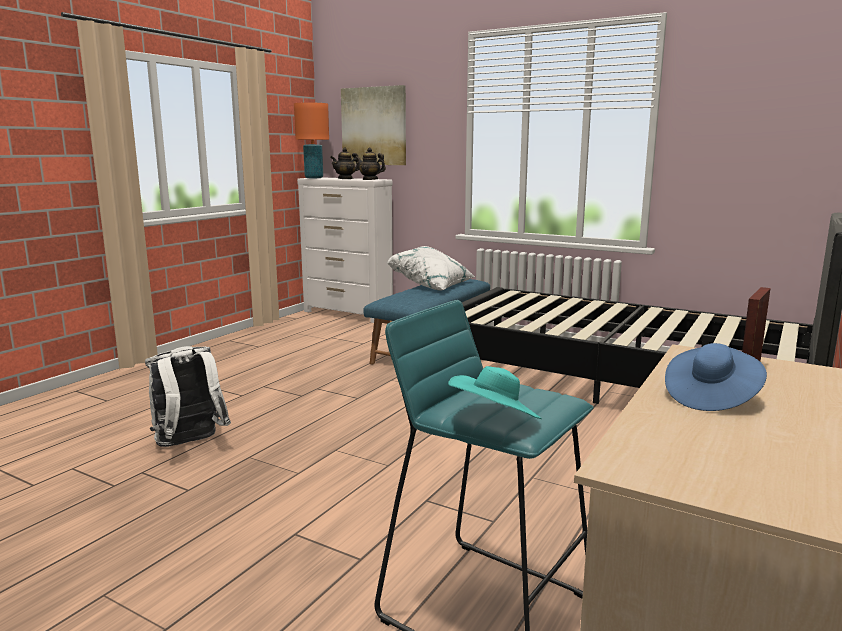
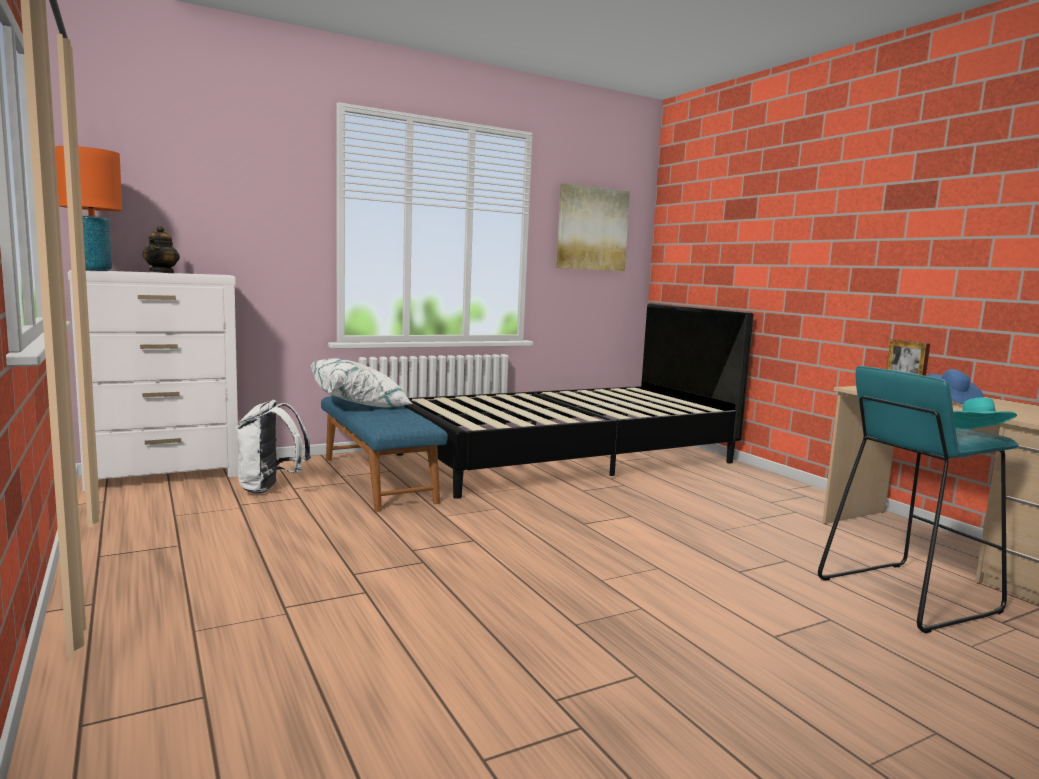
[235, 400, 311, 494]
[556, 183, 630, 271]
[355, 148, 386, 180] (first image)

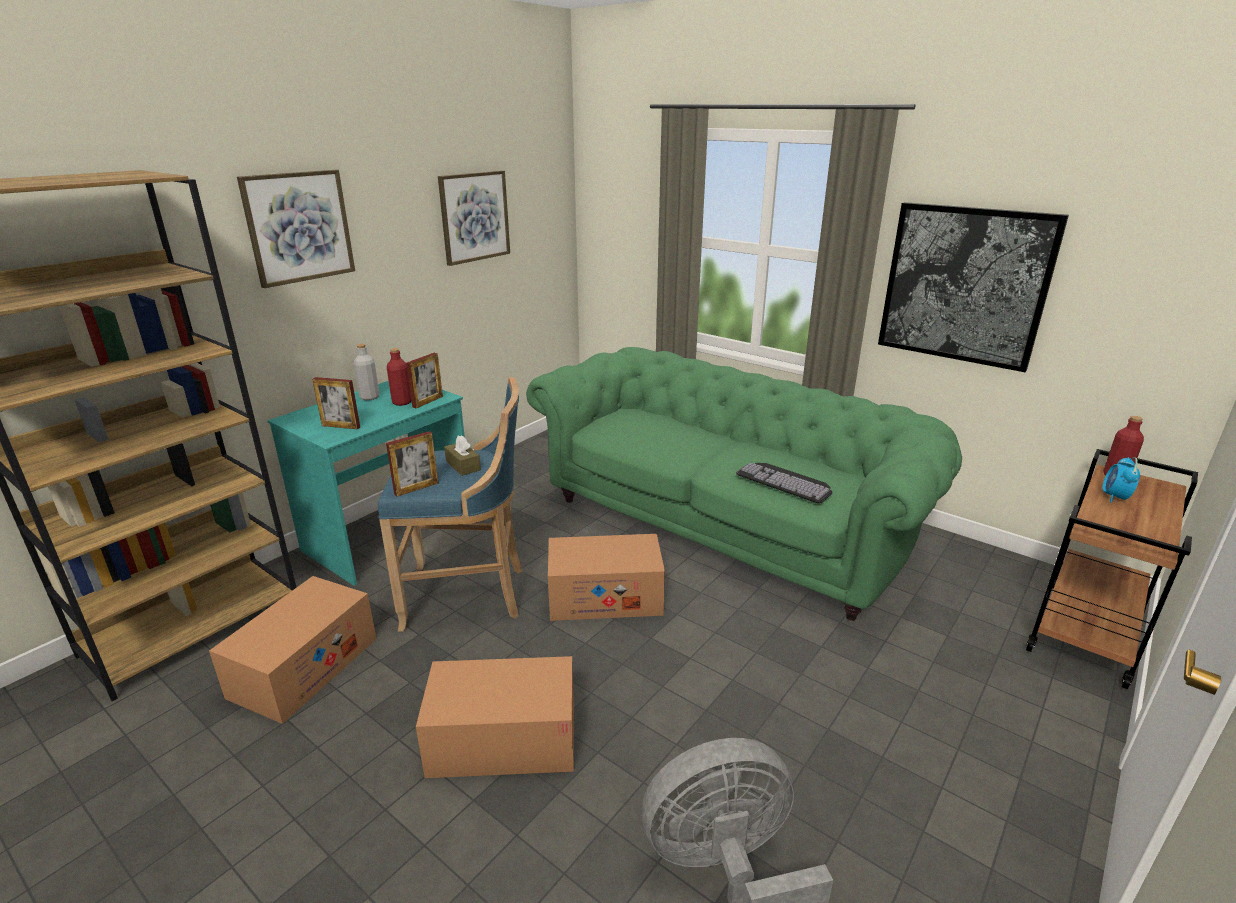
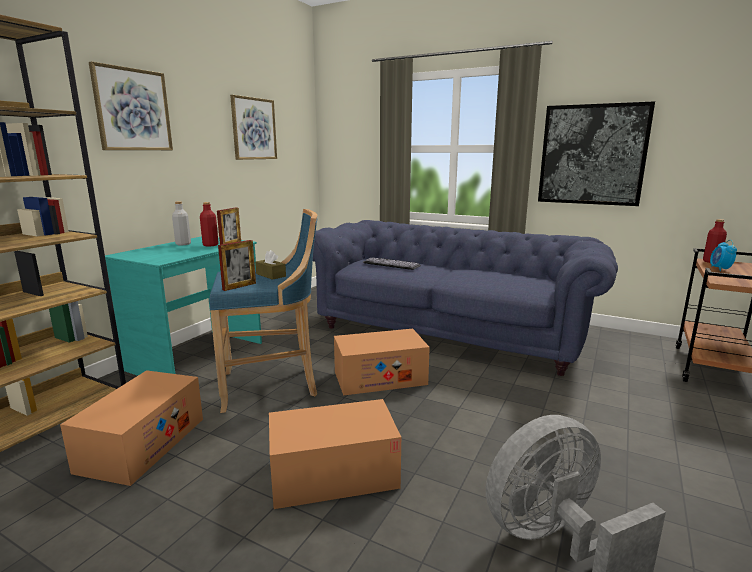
[312, 377, 360, 429] (first image)
[313, 220, 618, 376]
[363, 257, 421, 270]

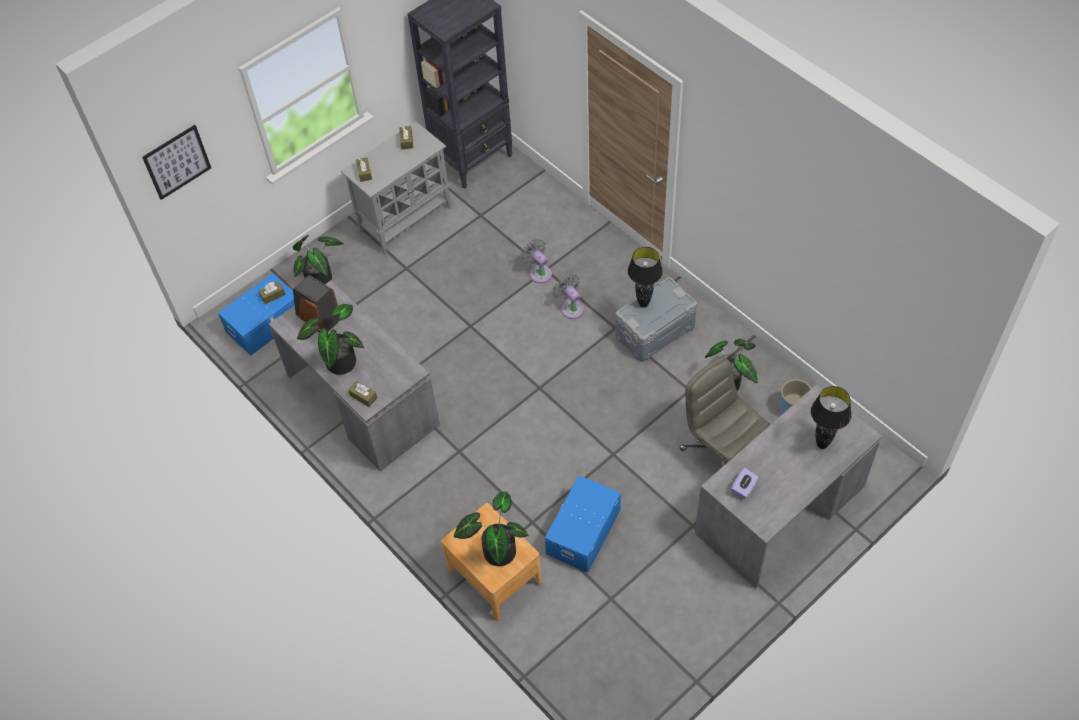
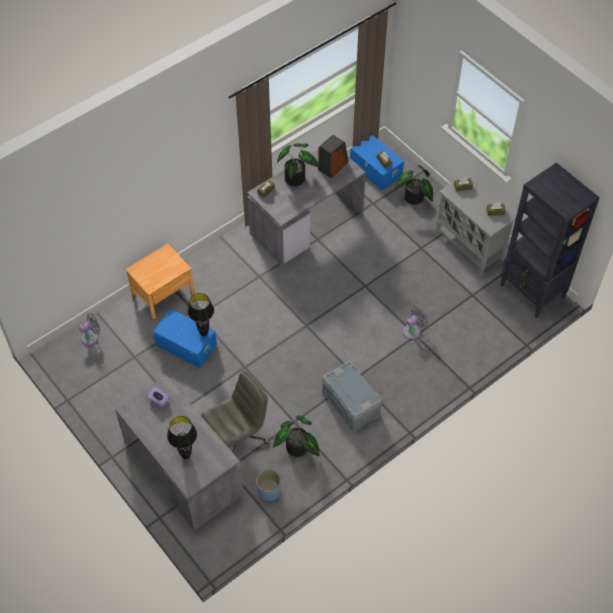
[142, 125, 211, 200] (first image)
[454, 492, 529, 566] (first image)
[79, 313, 101, 346]
[188, 293, 214, 336]

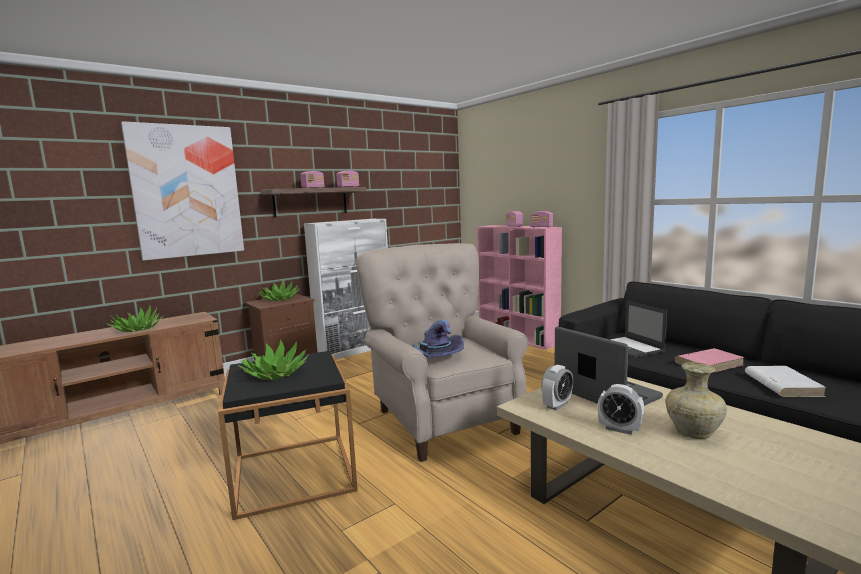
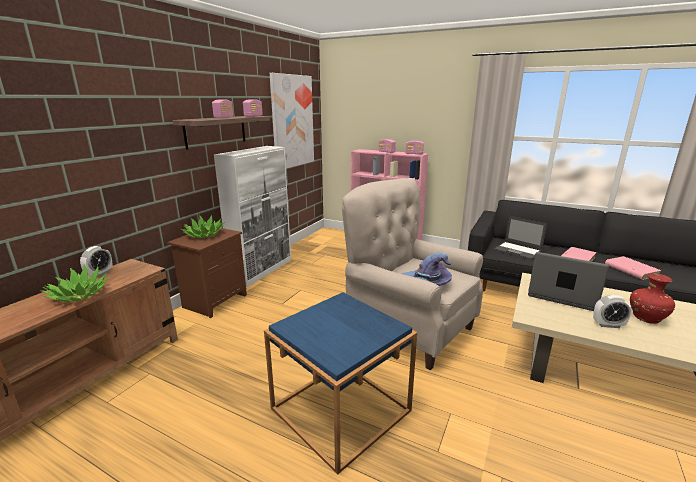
[270, 73, 314, 169]
[264, 292, 417, 475]
[238, 339, 309, 380] (first image)
[80, 246, 113, 277]
[630, 273, 675, 324]
[605, 256, 662, 280]

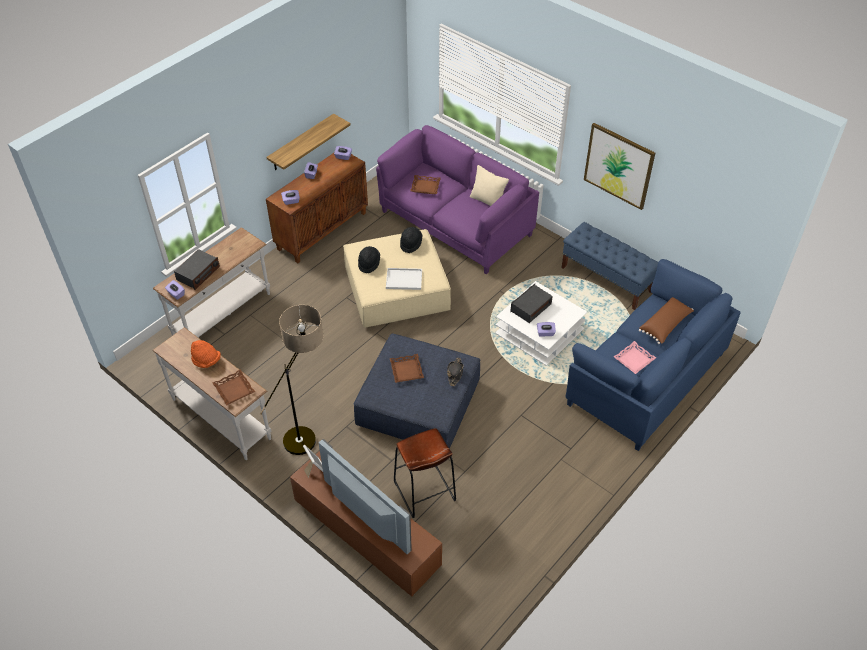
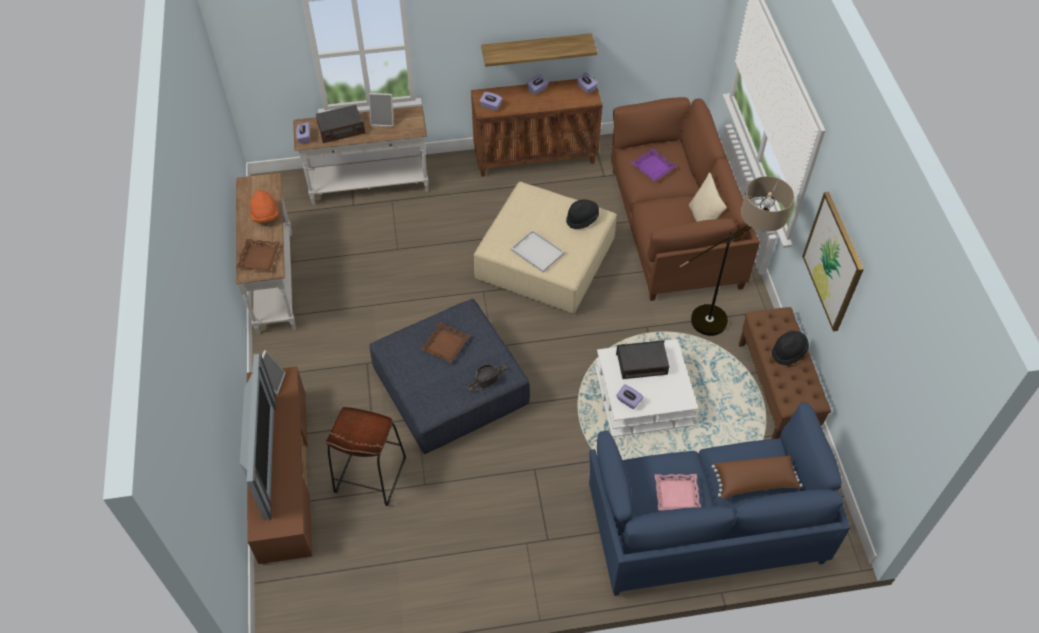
[680, 176, 795, 336]
[772, 331, 809, 365]
[611, 97, 760, 301]
[631, 148, 677, 181]
[739, 307, 831, 439]
[369, 93, 394, 127]

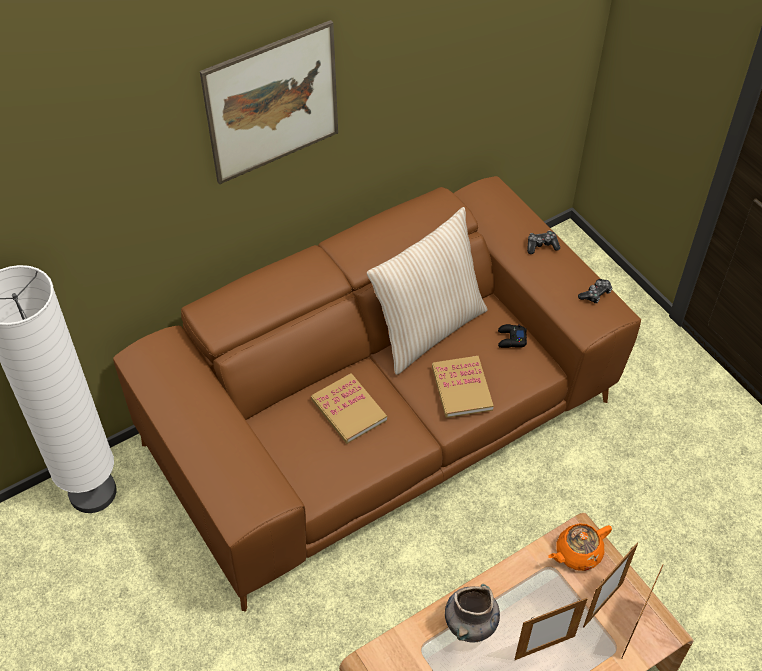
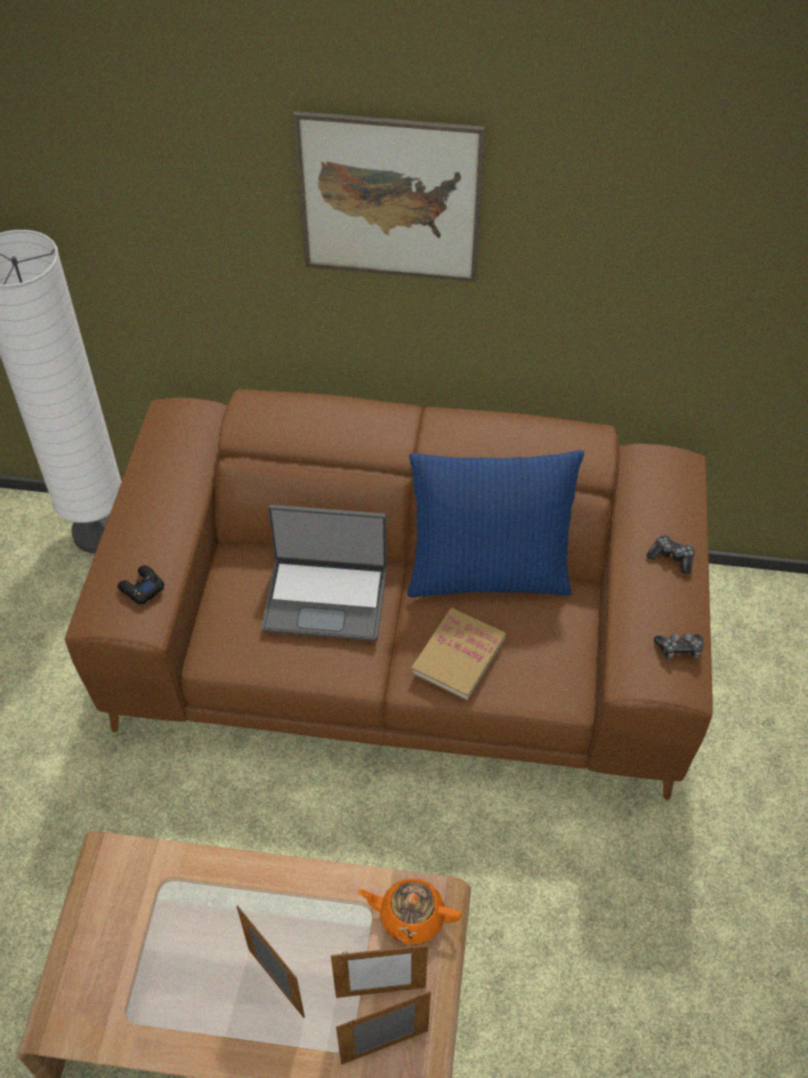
[261, 505, 387, 641]
[407, 450, 584, 597]
[445, 584, 500, 642] (first image)
[117, 565, 164, 604]
[237, 905, 305, 1018]

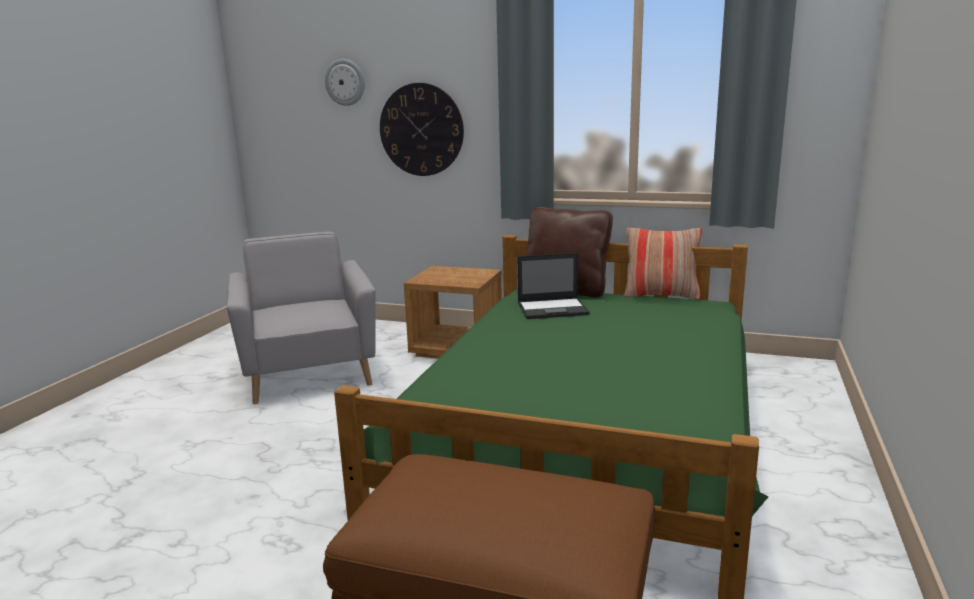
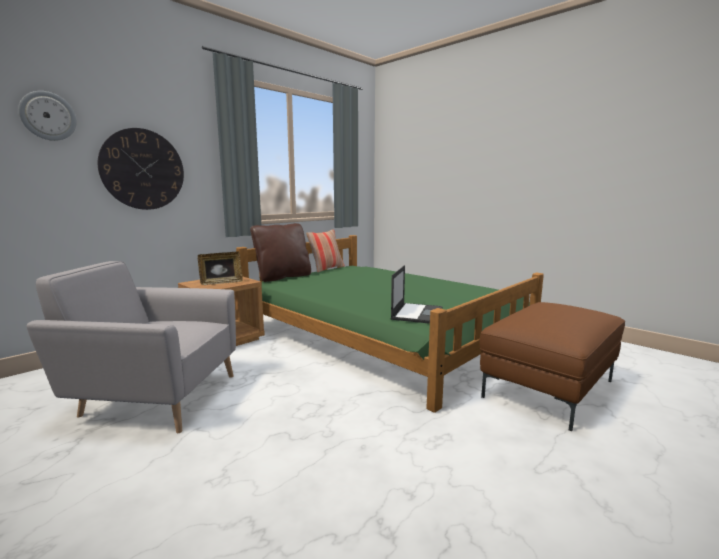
[390, 265, 442, 324]
[198, 252, 243, 285]

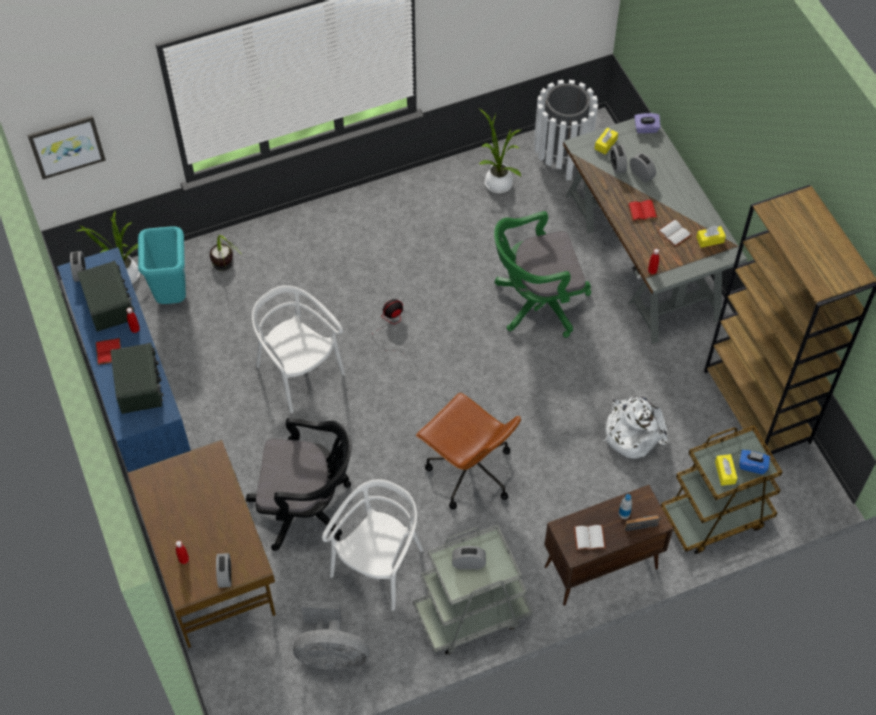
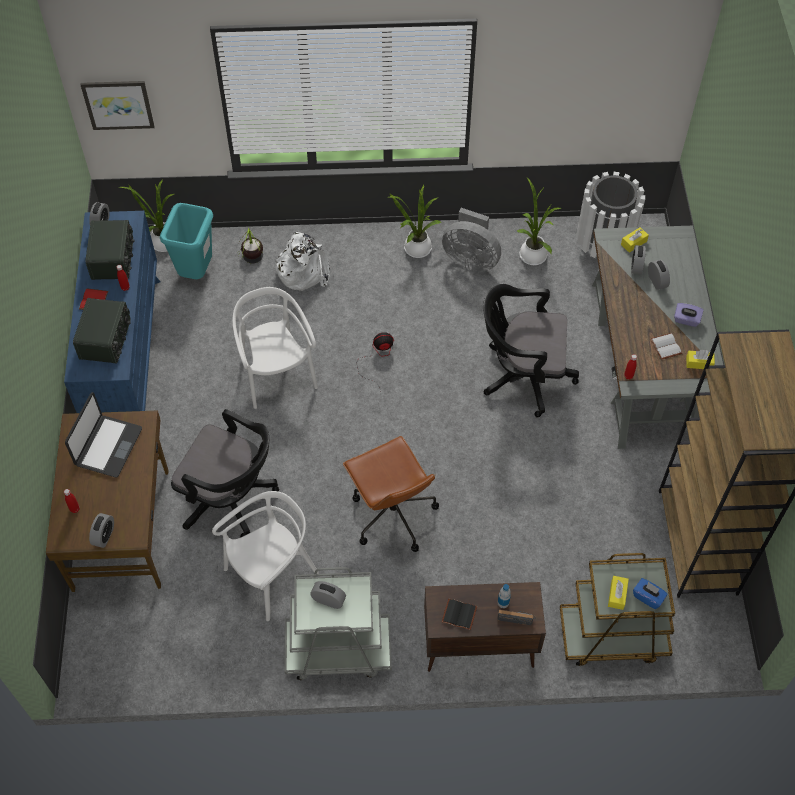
[442, 208, 501, 271]
[483, 284, 579, 417]
[442, 599, 477, 630]
[272, 232, 330, 291]
[628, 200, 658, 221] (first image)
[674, 303, 703, 327]
[65, 392, 142, 477]
[389, 185, 441, 258]

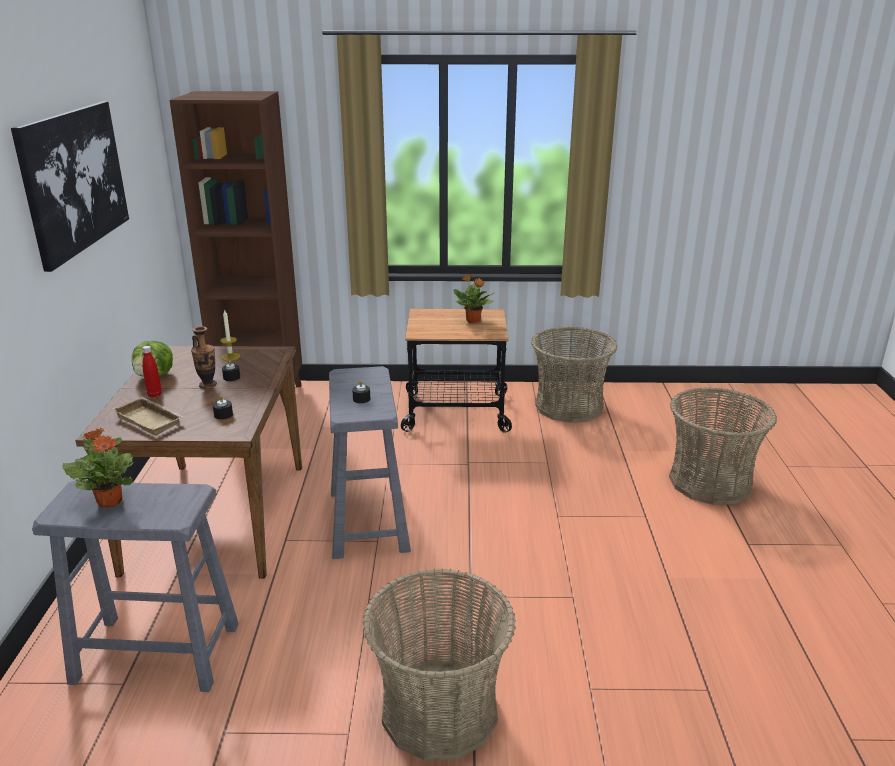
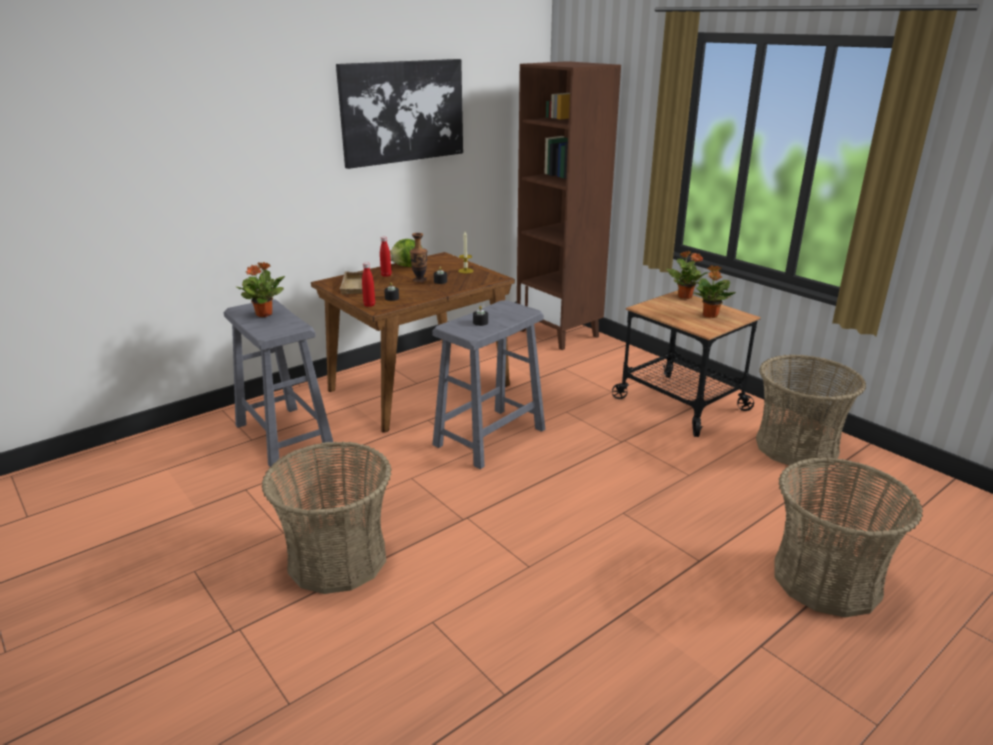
[362, 262, 375, 307]
[667, 251, 709, 299]

